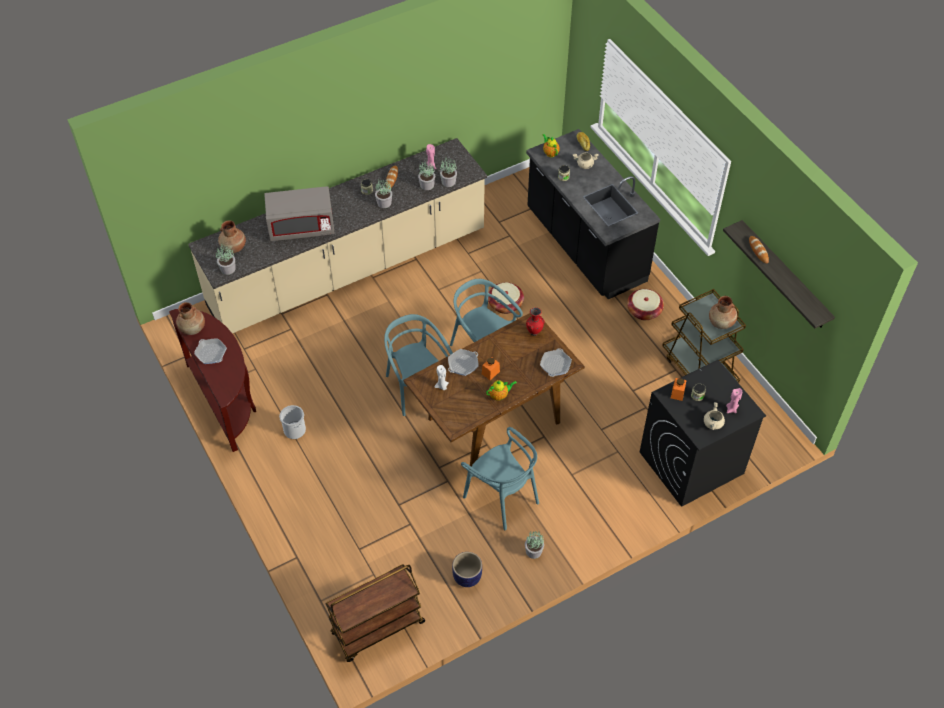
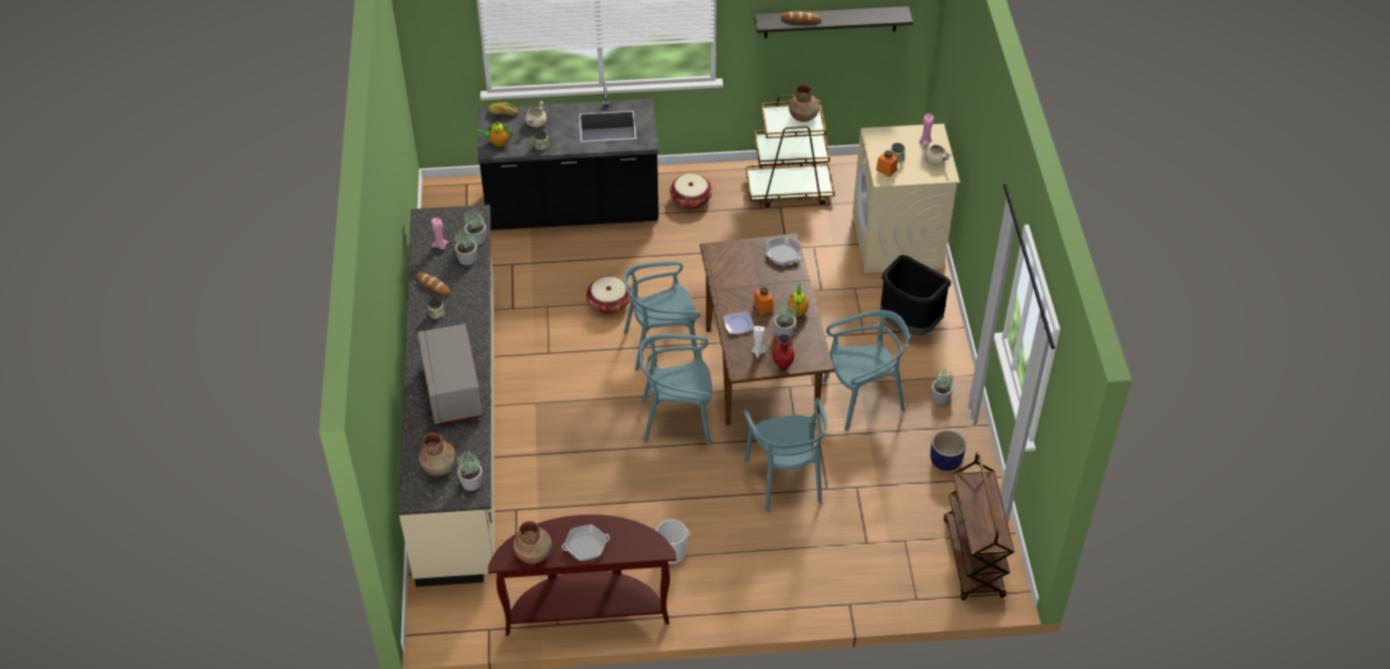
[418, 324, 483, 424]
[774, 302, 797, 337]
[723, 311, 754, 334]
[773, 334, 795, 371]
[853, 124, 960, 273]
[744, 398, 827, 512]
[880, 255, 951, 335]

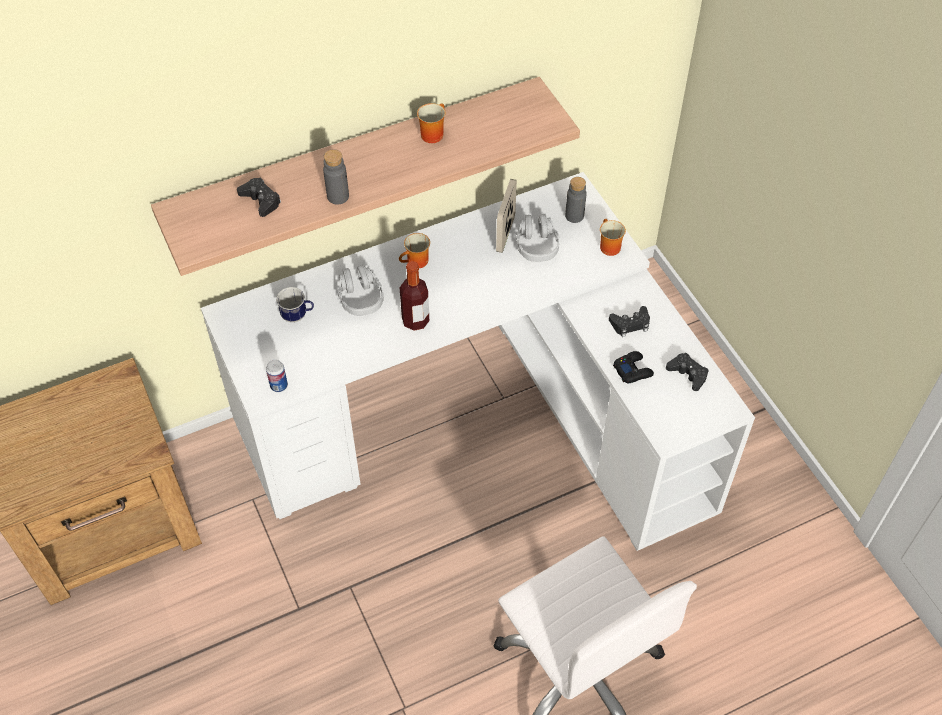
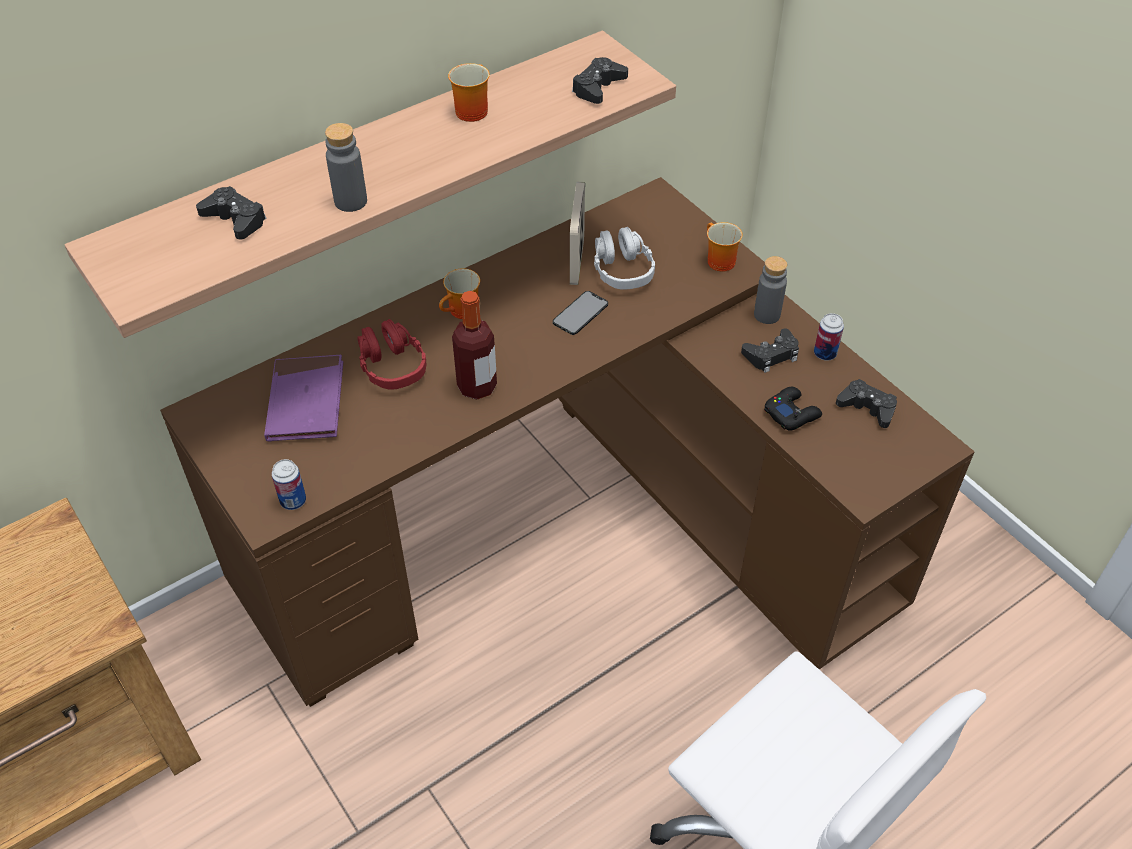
[160, 177, 974, 707]
[264, 355, 343, 442]
[357, 319, 426, 390]
[754, 256, 787, 324]
[553, 291, 608, 335]
[572, 57, 628, 104]
[814, 313, 844, 361]

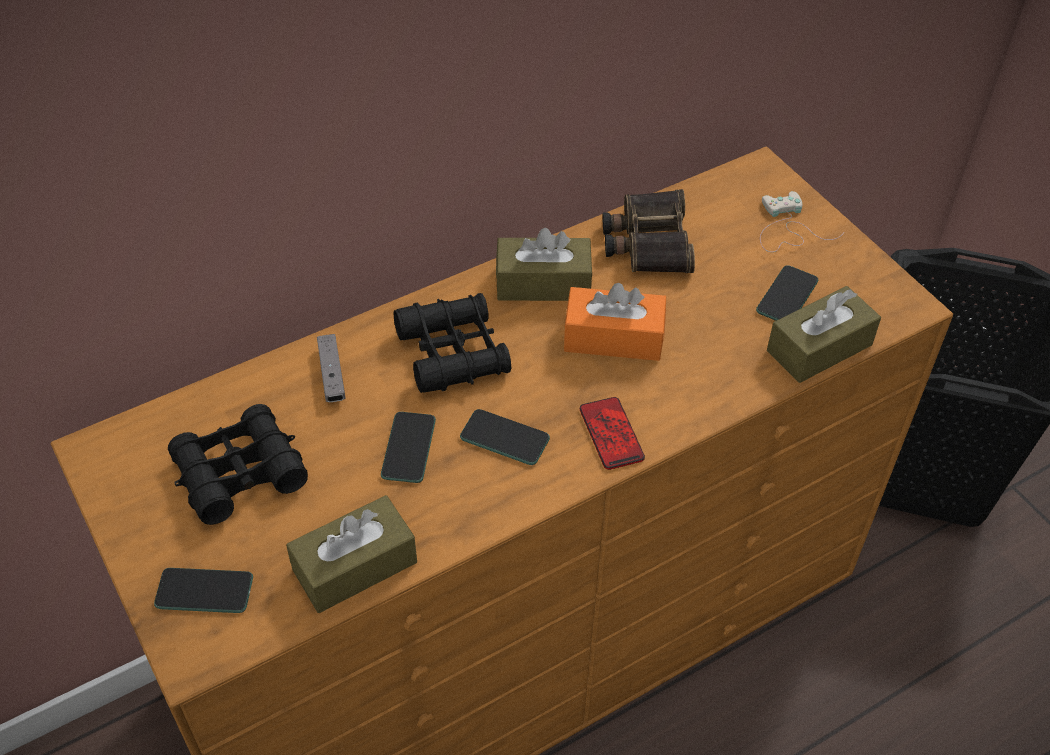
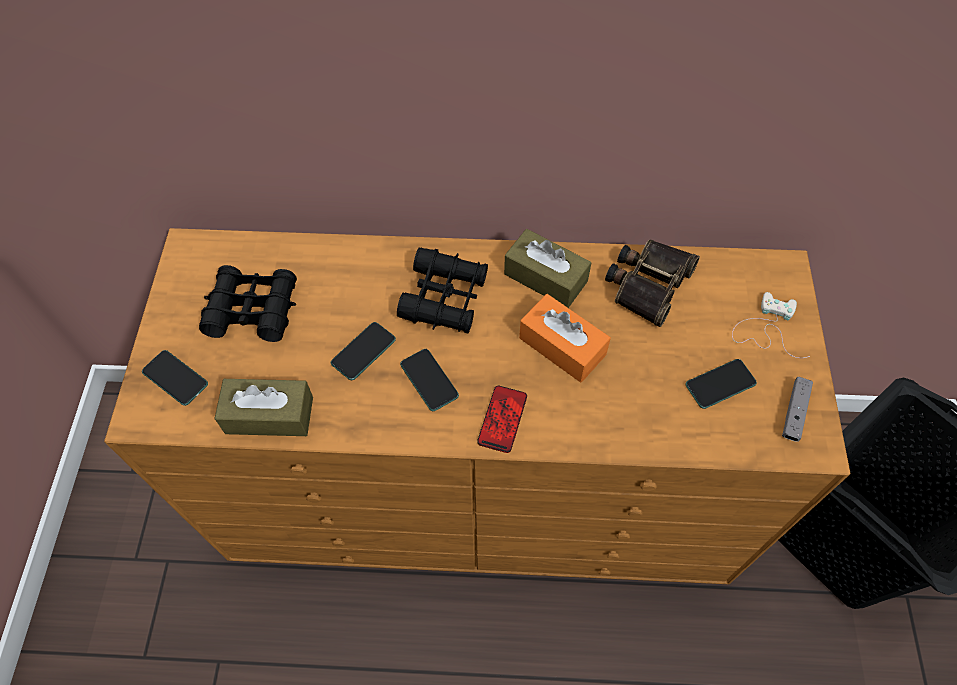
[782, 377, 813, 442]
[767, 286, 881, 383] (first image)

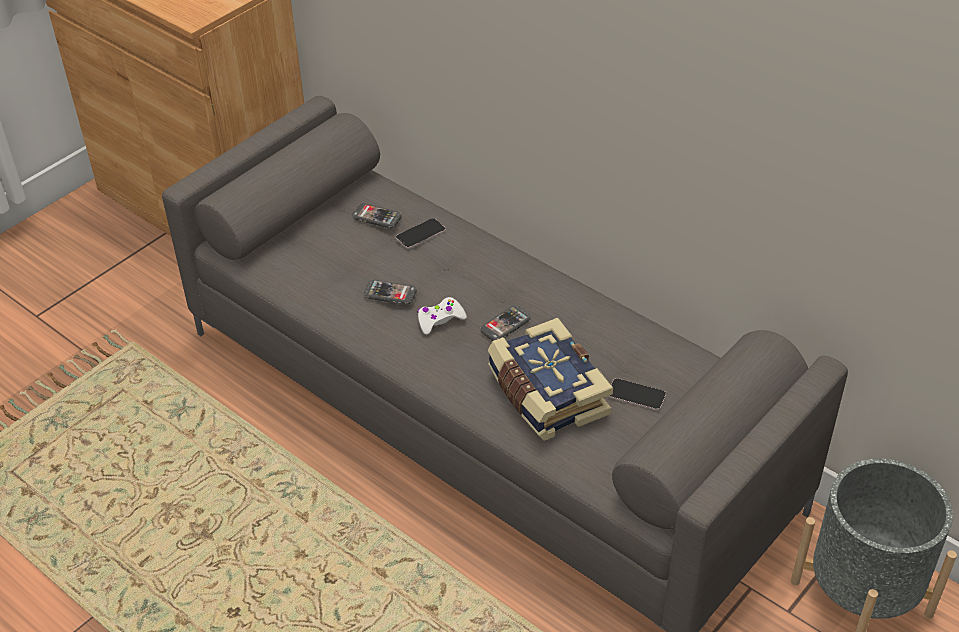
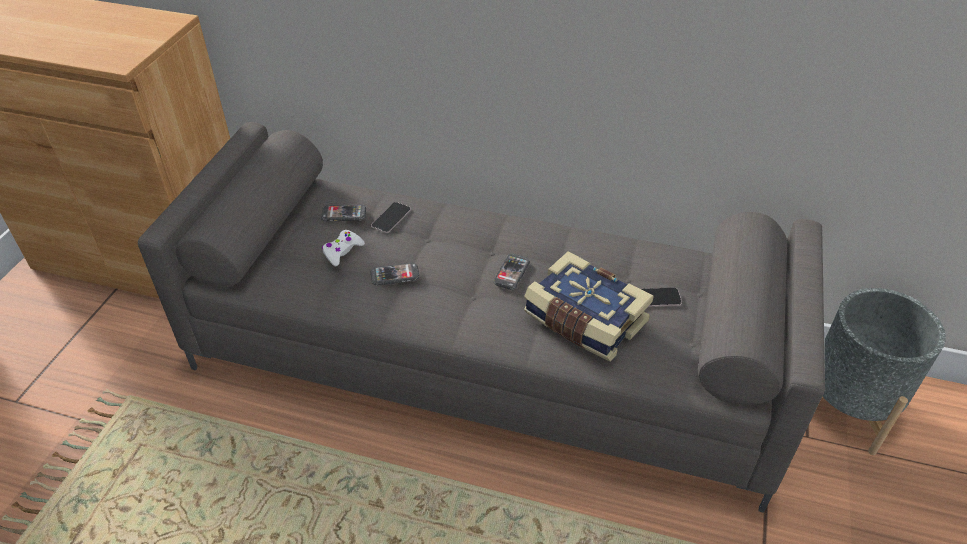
[322, 230, 365, 266]

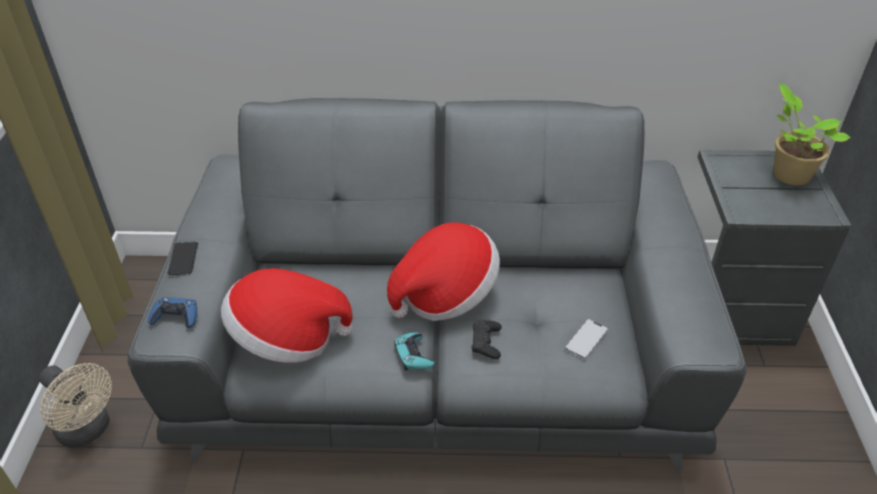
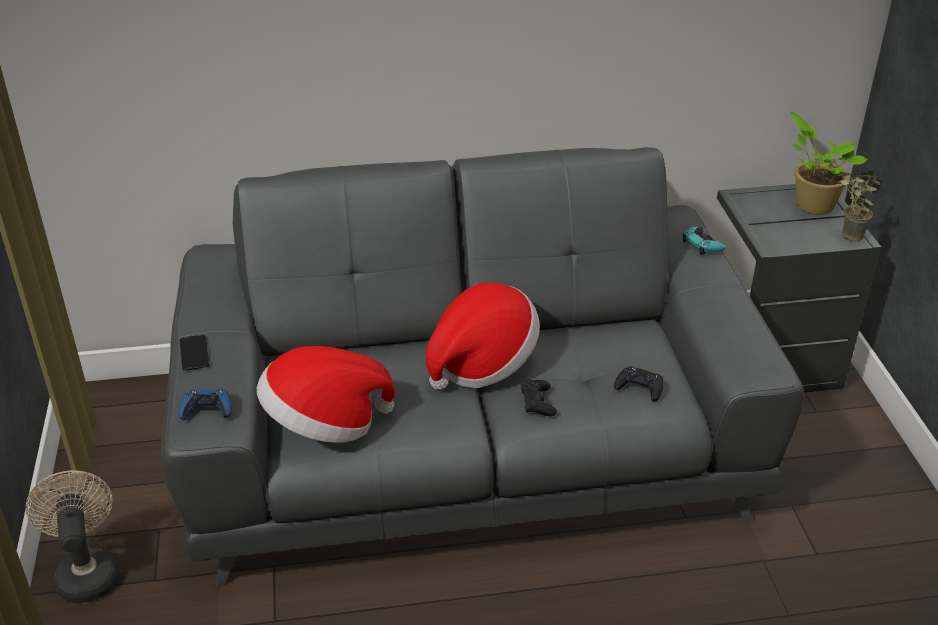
[25, 470, 119, 603]
[683, 227, 726, 255]
[614, 366, 663, 402]
[837, 172, 881, 242]

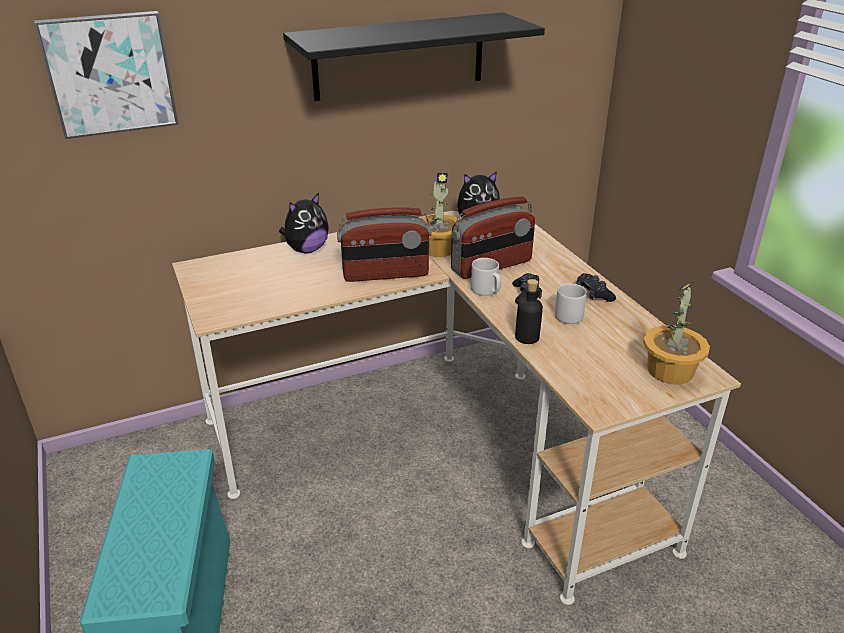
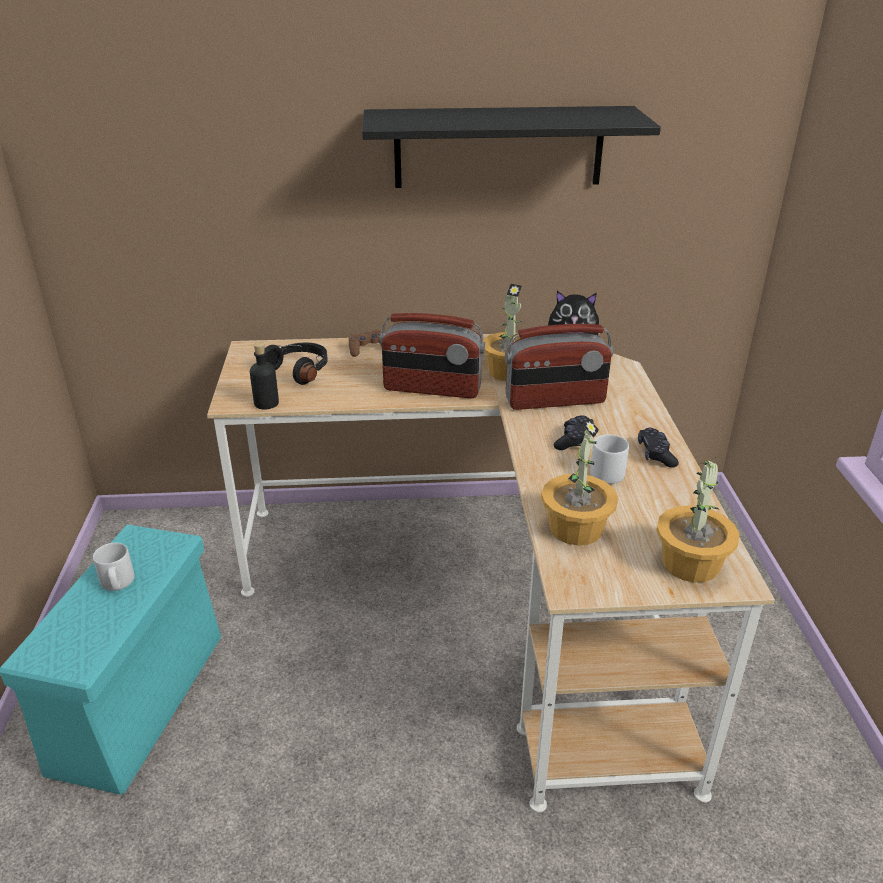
[35, 11, 178, 139] (first image)
[348, 330, 382, 357]
[93, 543, 134, 591]
[250, 342, 279, 409]
[265, 342, 328, 385]
[541, 417, 618, 546]

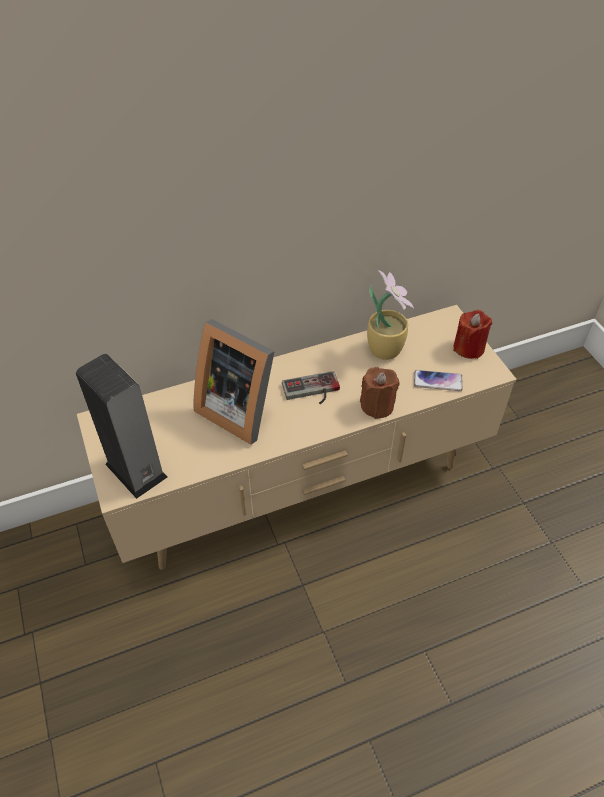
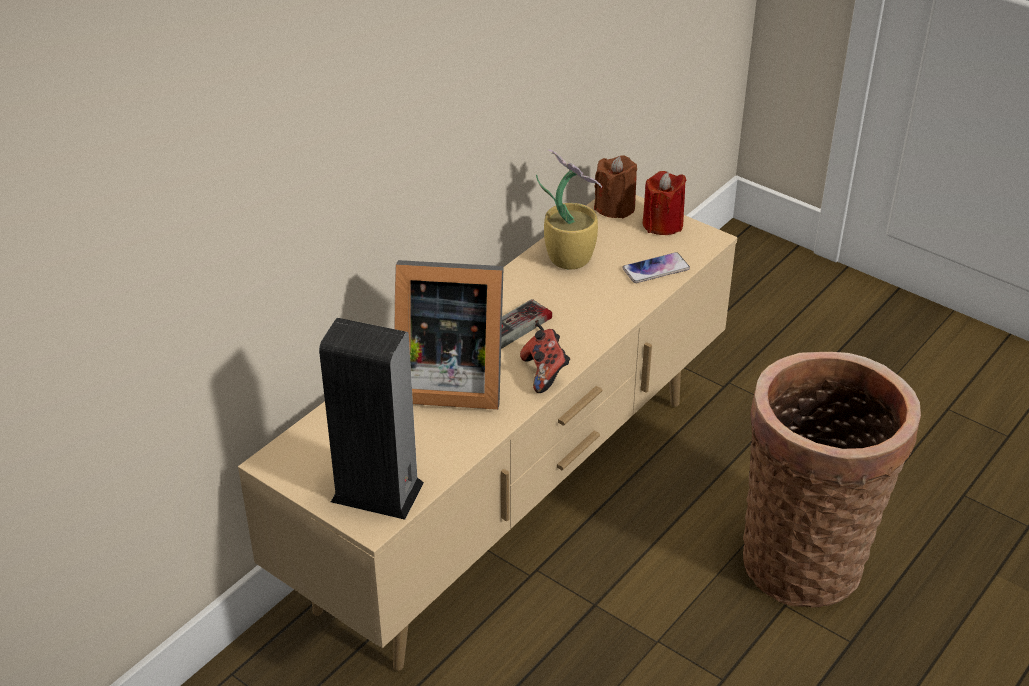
[594, 155, 637, 218]
[520, 329, 570, 393]
[743, 352, 921, 608]

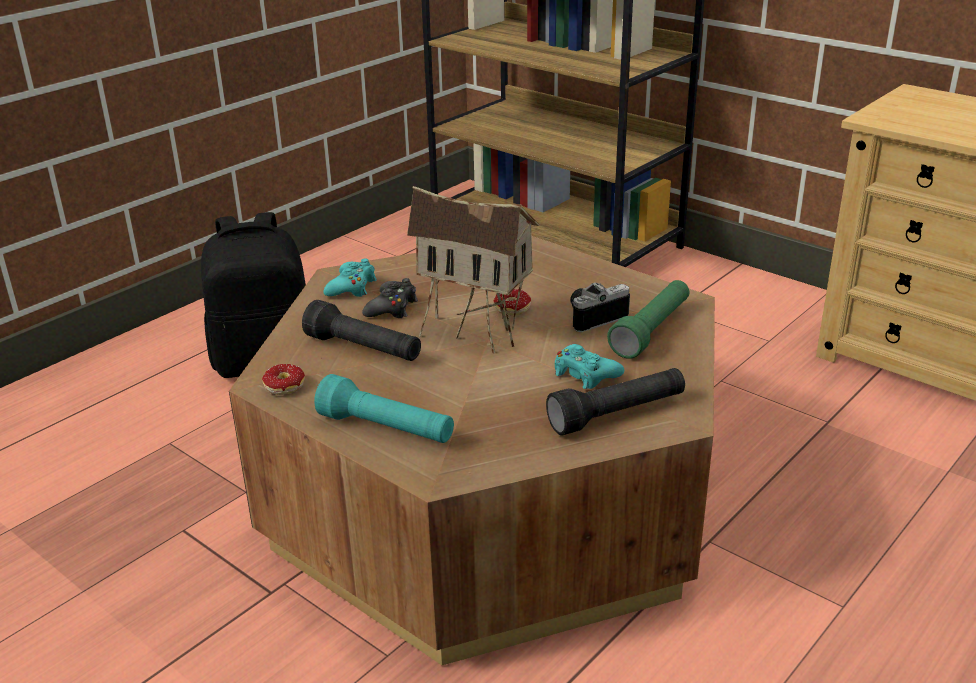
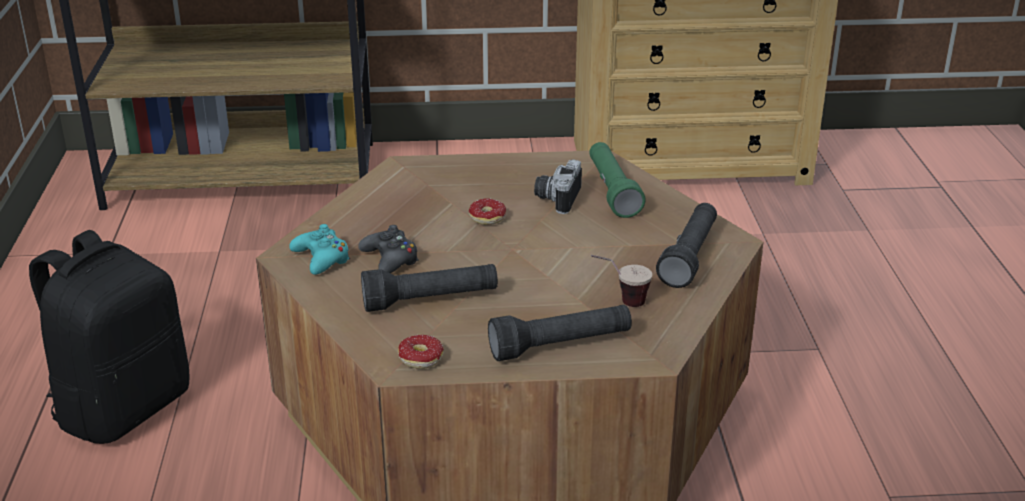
[488, 305, 632, 361]
[407, 186, 539, 353] (first image)
[555, 344, 624, 389] (first image)
[591, 255, 652, 307]

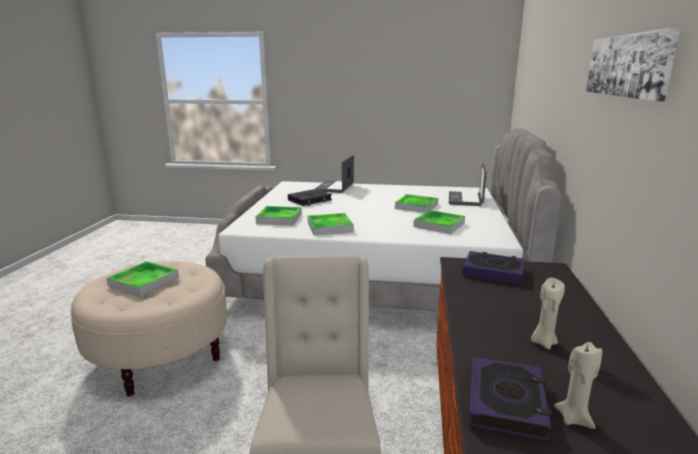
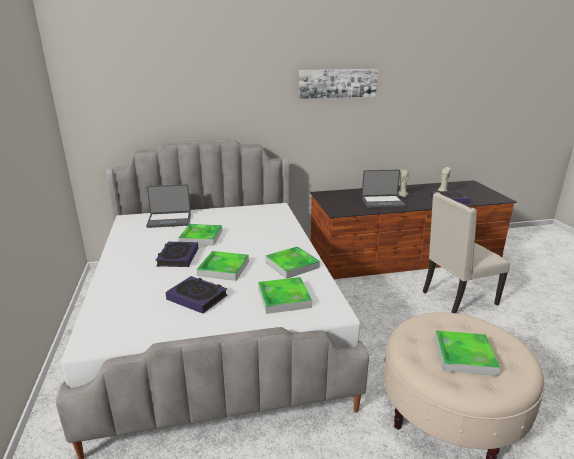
[362, 170, 406, 208]
[197, 251, 249, 281]
[156, 242, 198, 267]

